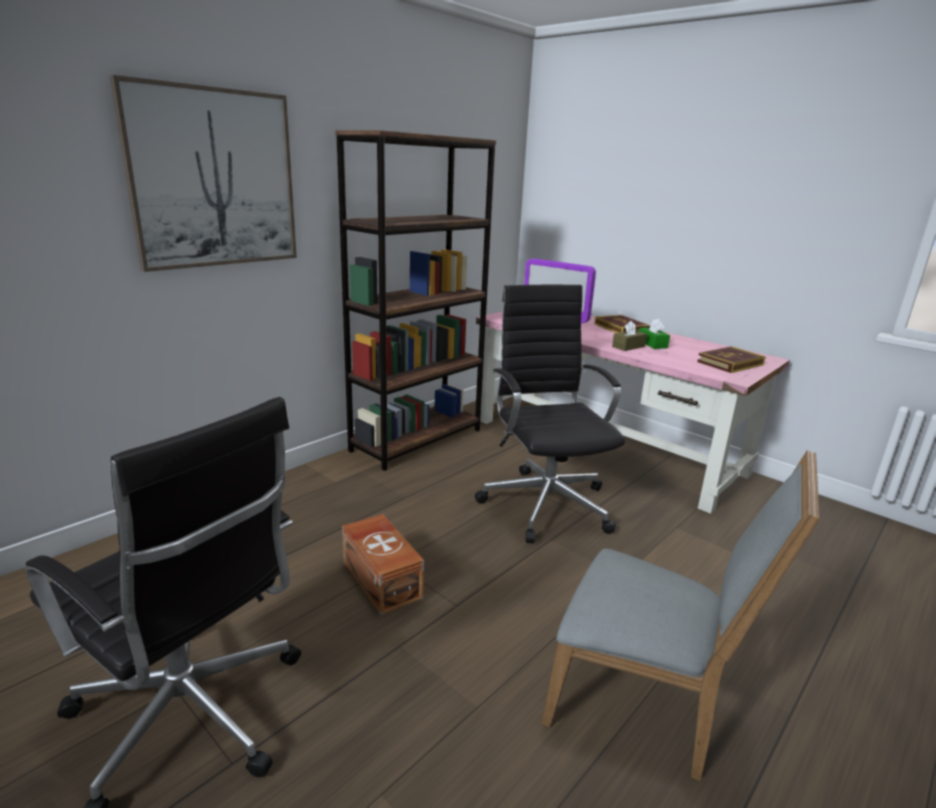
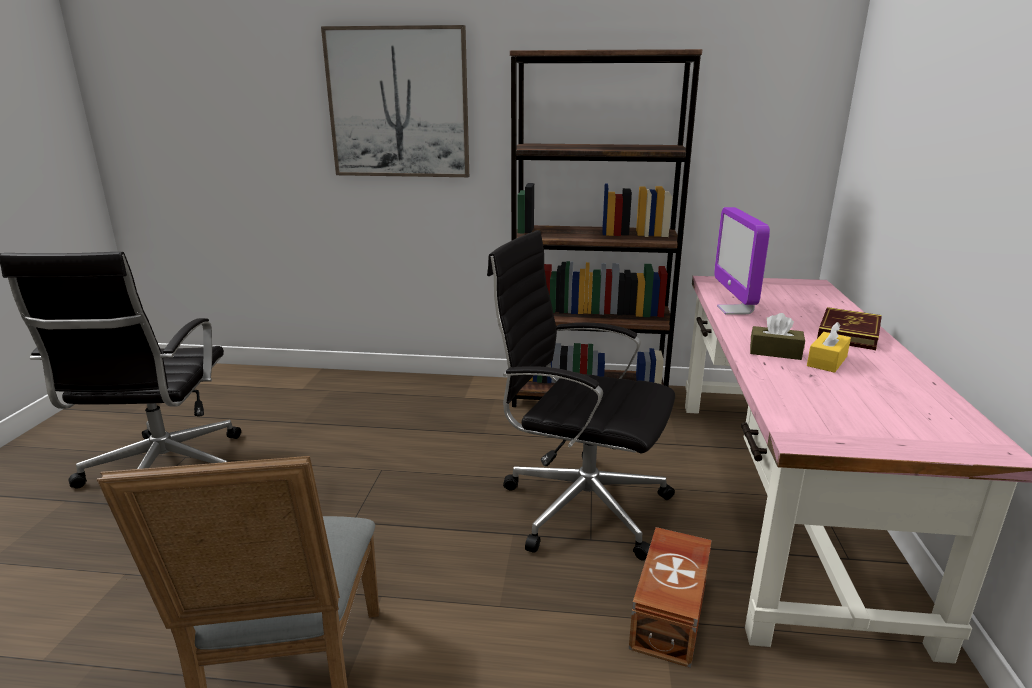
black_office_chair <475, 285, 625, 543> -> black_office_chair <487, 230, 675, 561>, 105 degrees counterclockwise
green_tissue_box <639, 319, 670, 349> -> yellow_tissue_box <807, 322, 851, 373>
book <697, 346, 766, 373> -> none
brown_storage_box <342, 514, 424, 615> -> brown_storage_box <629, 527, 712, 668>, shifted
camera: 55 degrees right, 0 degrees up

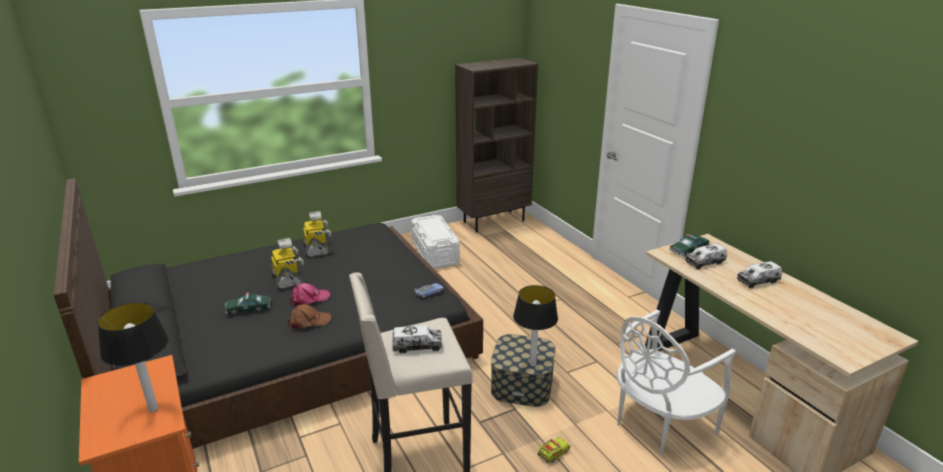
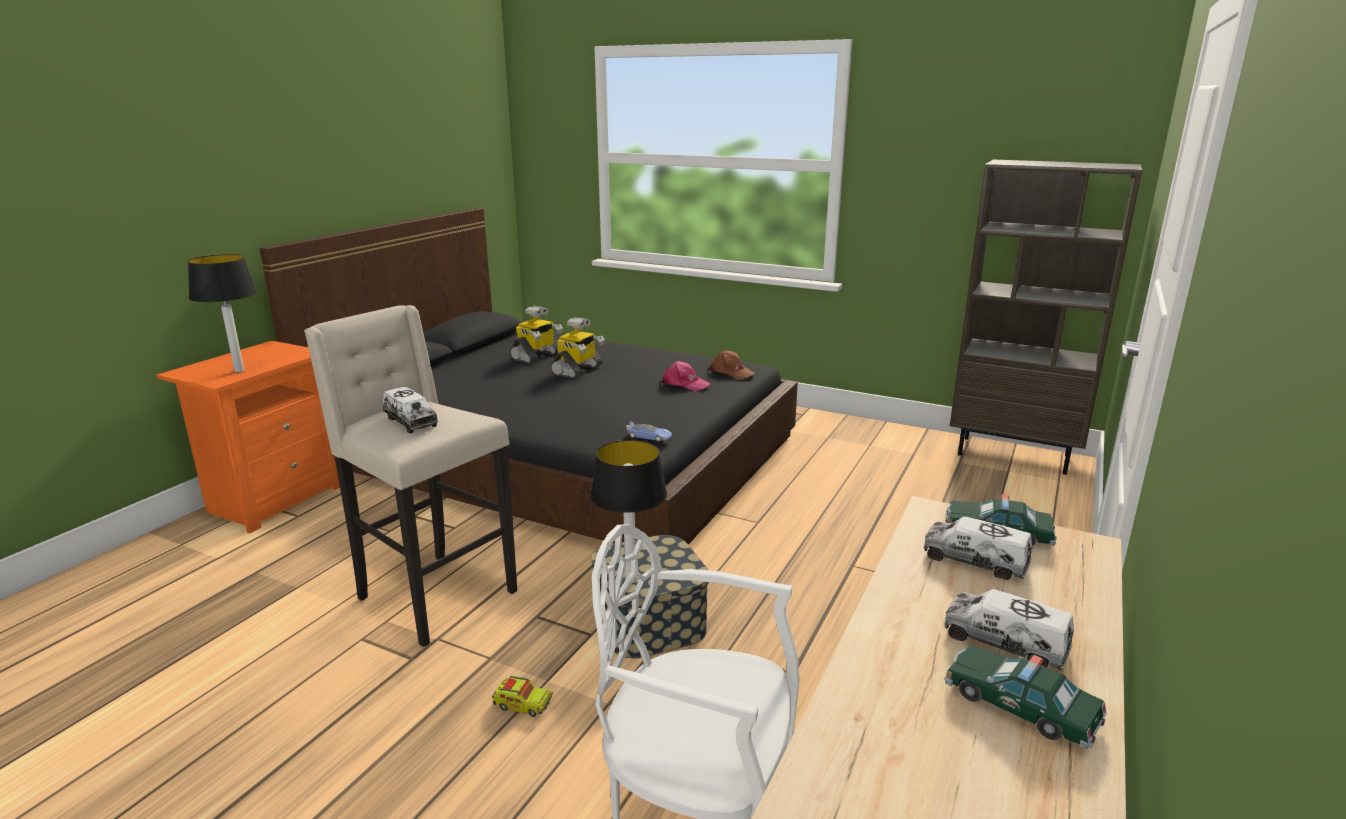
toy_robot <303, 211, 331, 257> -> toy_robot <510, 306, 563, 363>, shifted
white_storage_box <411, 215, 460, 269> -> none
pink_cap <290, 283, 330, 307> -> pink_cap <661, 361, 710, 391>, shifted
toy_car <225, 293, 271, 315> -> toy_car <945, 645, 1107, 749>, shifted
brown_cap <288, 304, 331, 330> -> brown_cap <708, 350, 755, 380>, shifted
camera: 55 degrees right, 5 degrees down

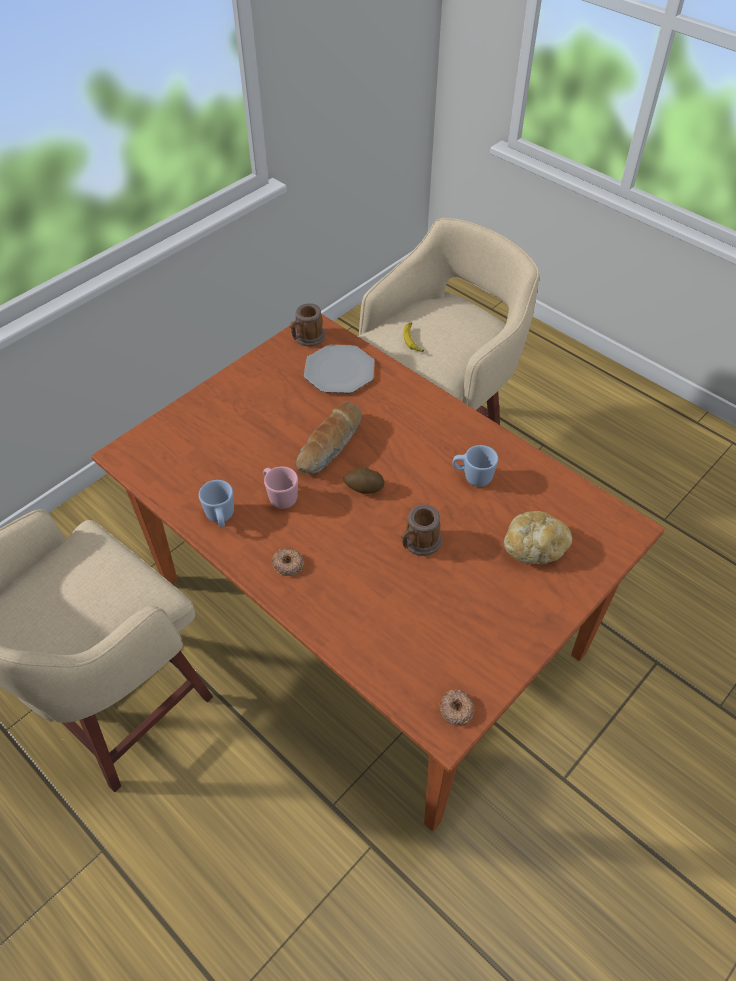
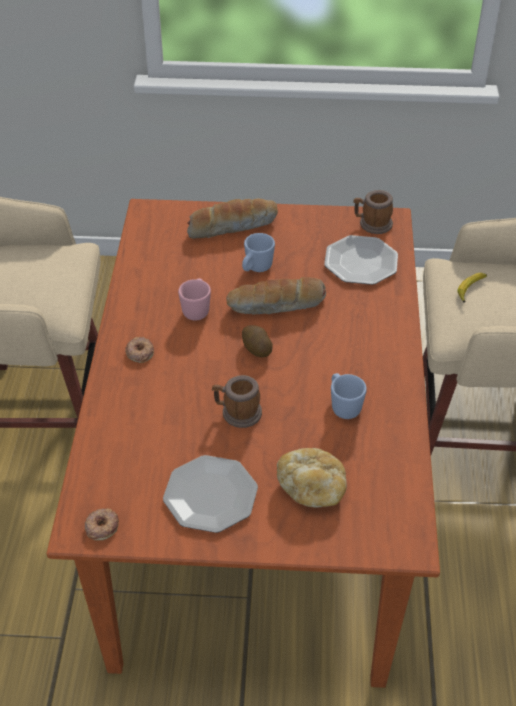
blue_mug <199, 480, 234, 527> -> blue_mug <242, 233, 275, 272>, shifted
none -> bread <187, 198, 278, 239>
none -> plate <163, 455, 258, 533>
camera: 50 degrees right, 5 degrees down

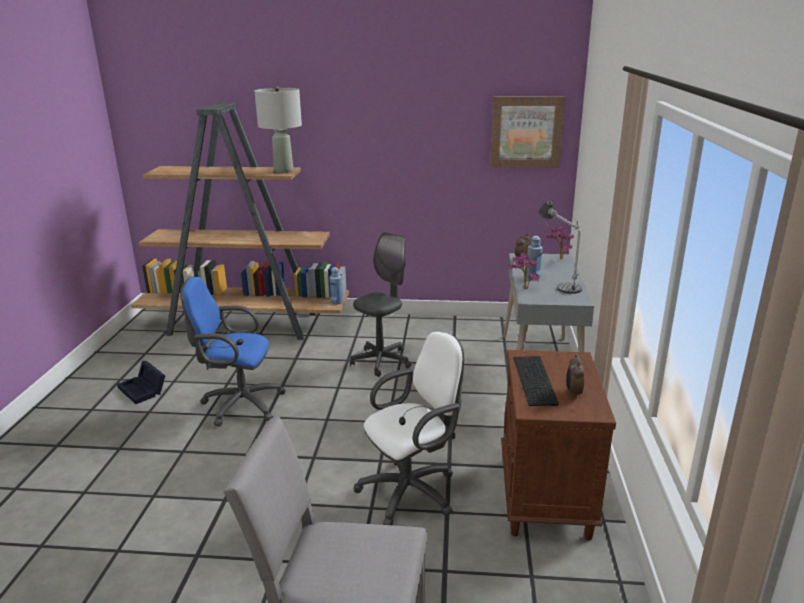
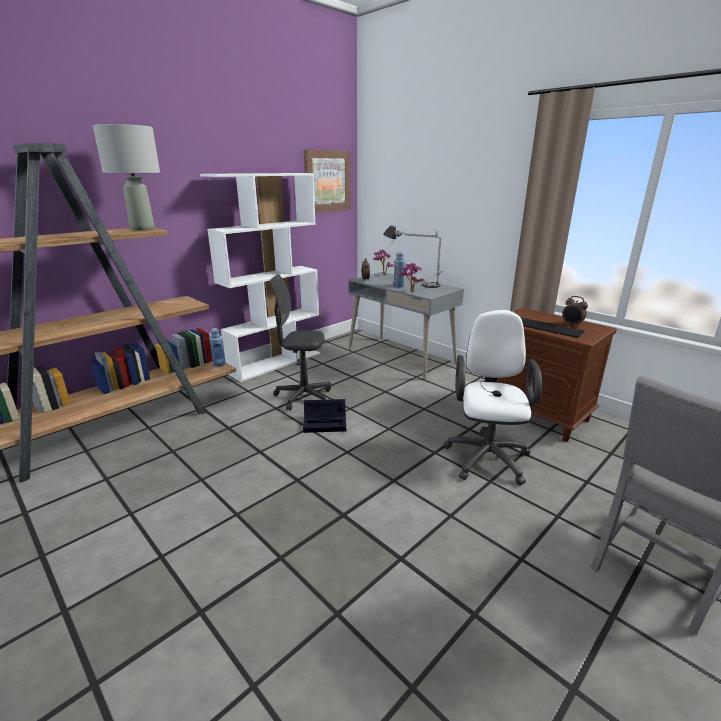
grey_office_chair <350, 232, 411, 377> -> grey_office_chair <270, 274, 331, 411>, 75 degrees counterclockwise
blue_office_chair <180, 277, 286, 426> -> none
black_storage_box <117, 361, 165, 404> -> black_storage_box <303, 399, 346, 433>, shifted
none -> white_bookcase <200, 173, 321, 382>
camera: 50 degrees left, 0 degrees up

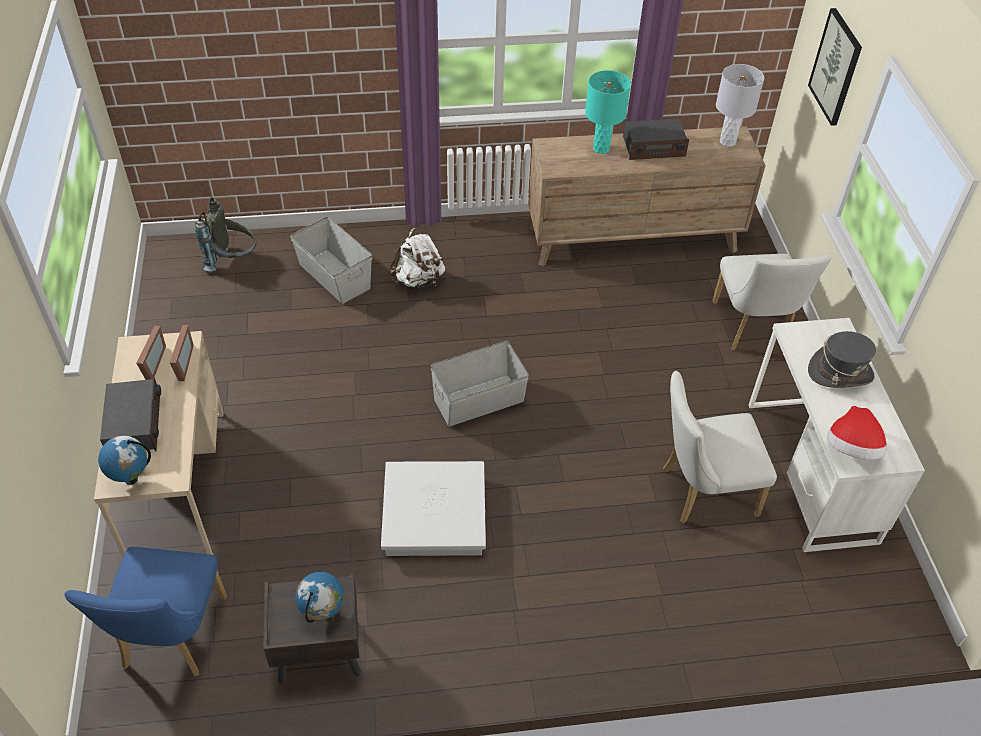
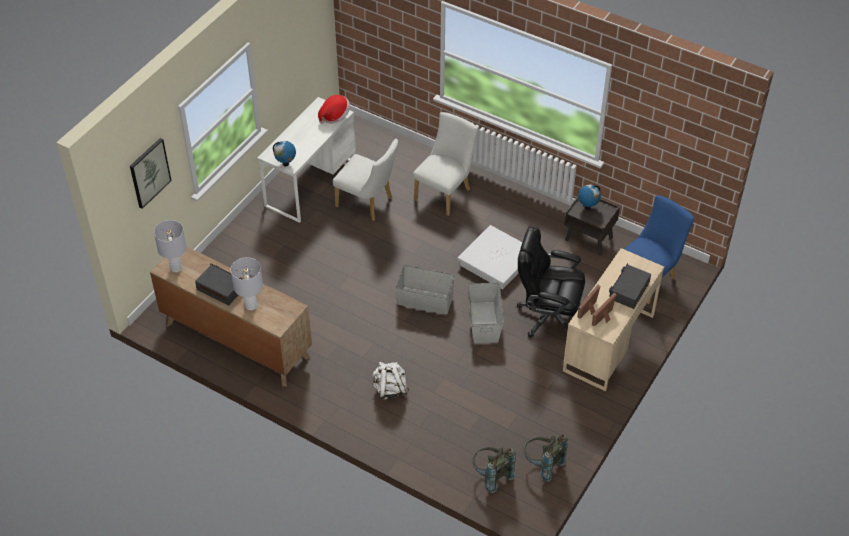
turquoise_table_lamp <585, 70, 631, 154> -> grey_table_lamp <231, 257, 263, 310>
grey_storage_box <290, 217, 372, 304> -> grey_storage_box <467, 283, 504, 343>, shifted
white_chair <713, 254, 832, 350> -> white_chair <413, 112, 478, 216>, shifted
grey_hat <808, 331, 878, 388> -> none
globe <98, 436, 151, 485> -> globe <273, 141, 296, 166>, shifted
none -> black_office_chair <517, 227, 585, 338>
none -> grey_backpack <524, 434, 568, 482>
camera: 140 degrees left, 0 degrees up

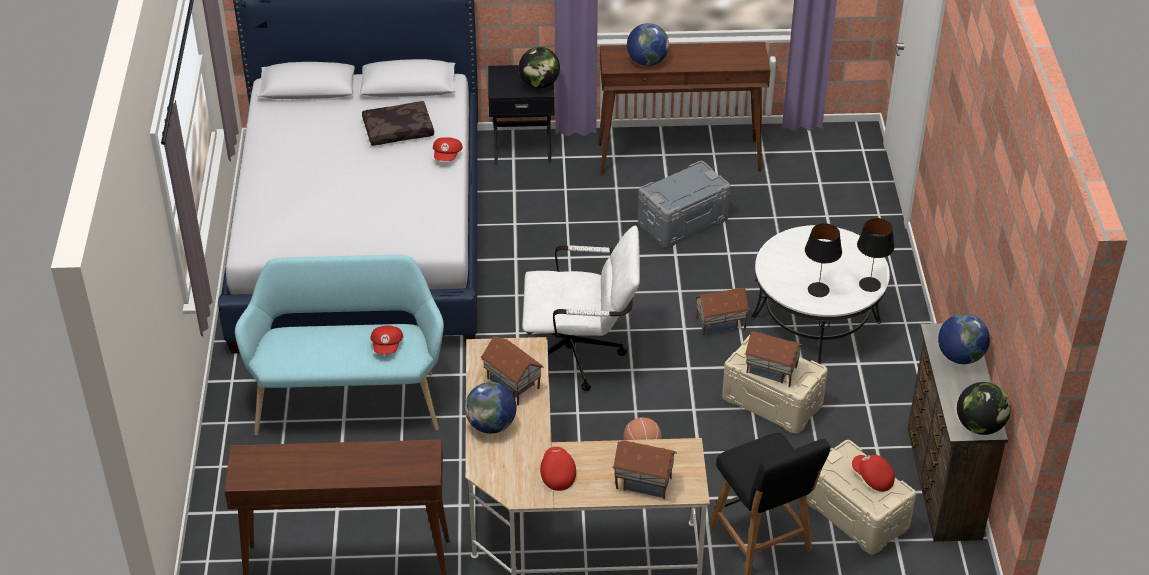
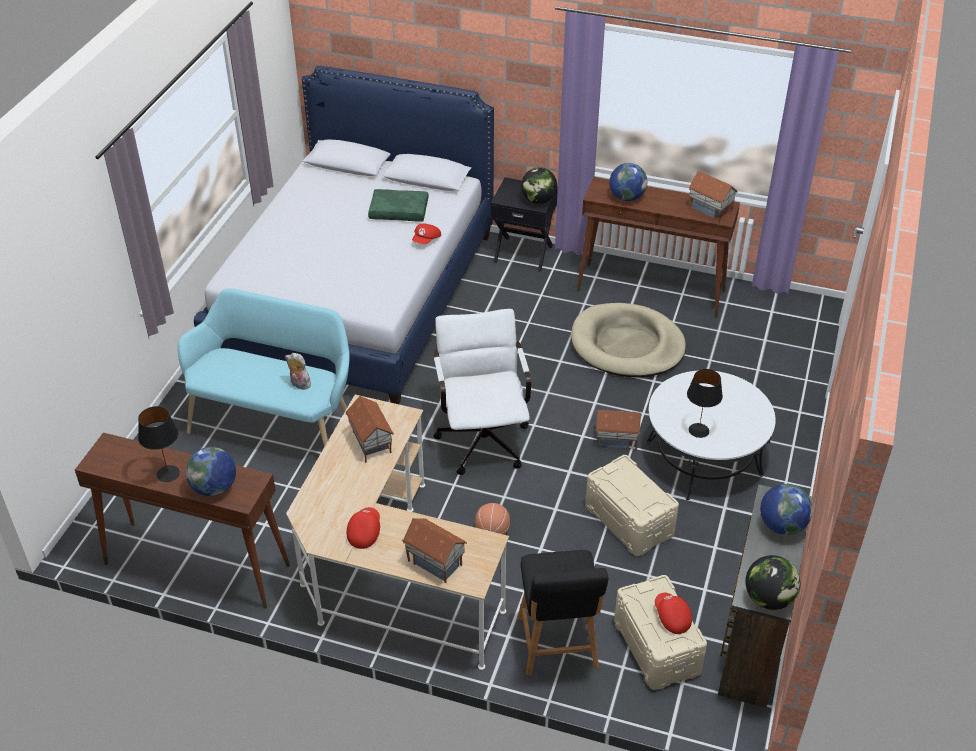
brown_pillow <362, 101, 434, 146> -> green_pillow <368, 189, 429, 222>
grey_storage_box <638, 161, 730, 248> -> beige_dog_bed <571, 303, 686, 378>
black_table_lamp <857, 218, 894, 292> -> black_table_lamp <138, 406, 180, 482>, shifted
white_office_chair <522, 225, 640, 391> -> white_office_chair <433, 309, 531, 475>, 120 degrees counterclockwise
red_cap <370, 325, 403, 354> -> plush_toy <285, 353, 311, 390>
toy_house <745, 331, 803, 387> -> toy_house <688, 171, 738, 222>, shifted
globe <465, 382, 517, 434> -> globe <186, 447, 236, 496>, shifted
camera: 20 degrees right, 0 degrees up

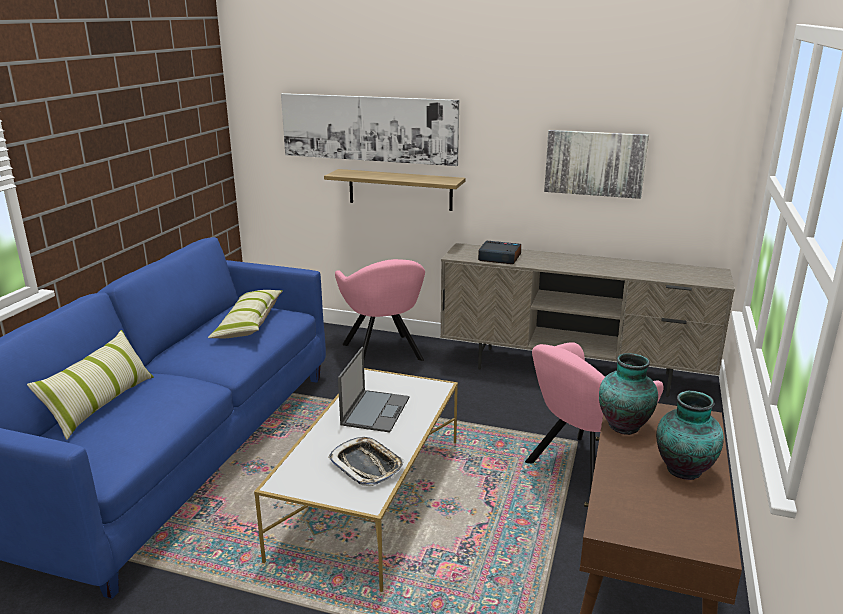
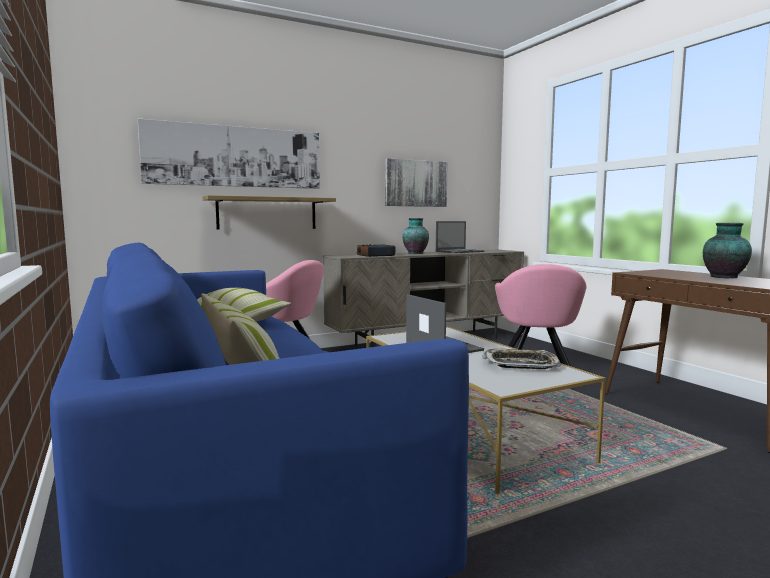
vase <599, 353, 658, 435> -> vase <403, 218, 429, 254>, shifted
none -> laptop <436, 221, 484, 253>
camera: 45 degrees left, 15 degrees down

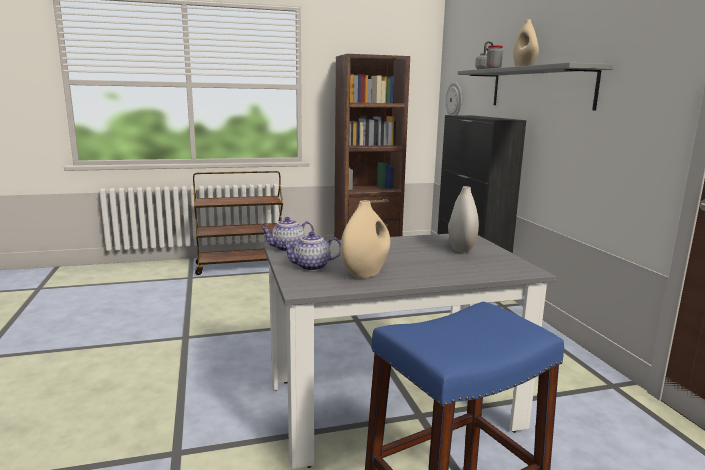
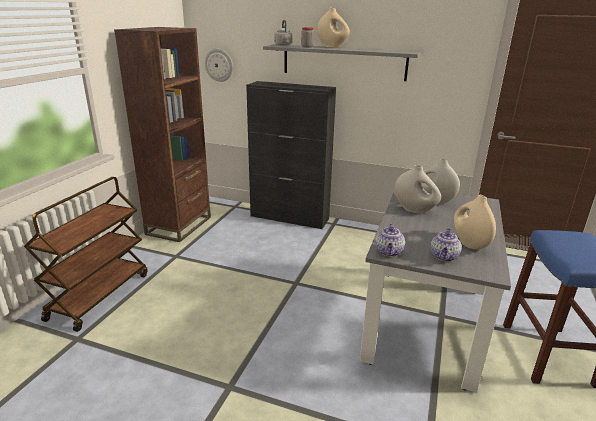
none -> white_vase <395, 165, 441, 214>
camera: 55 degrees left, 10 degrees up

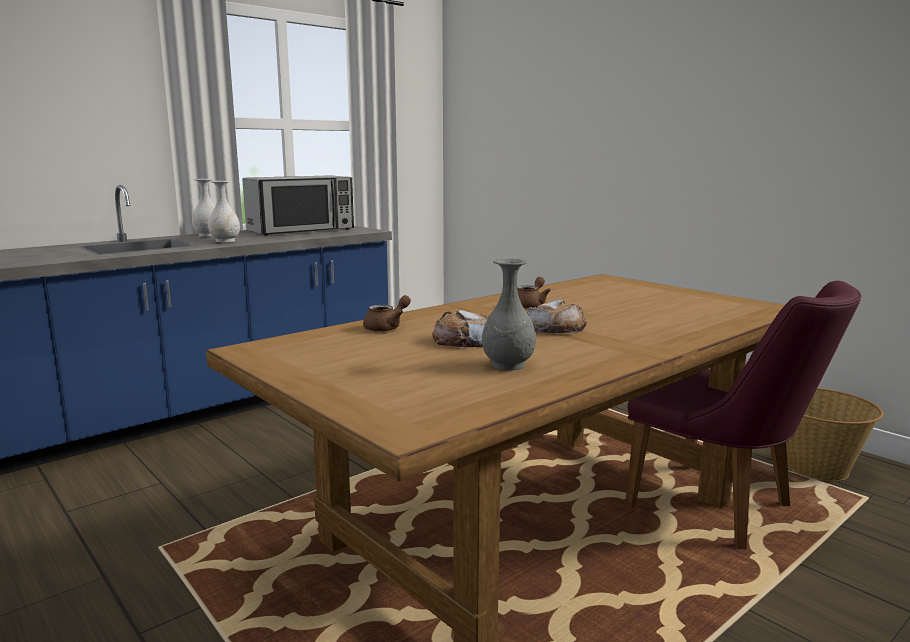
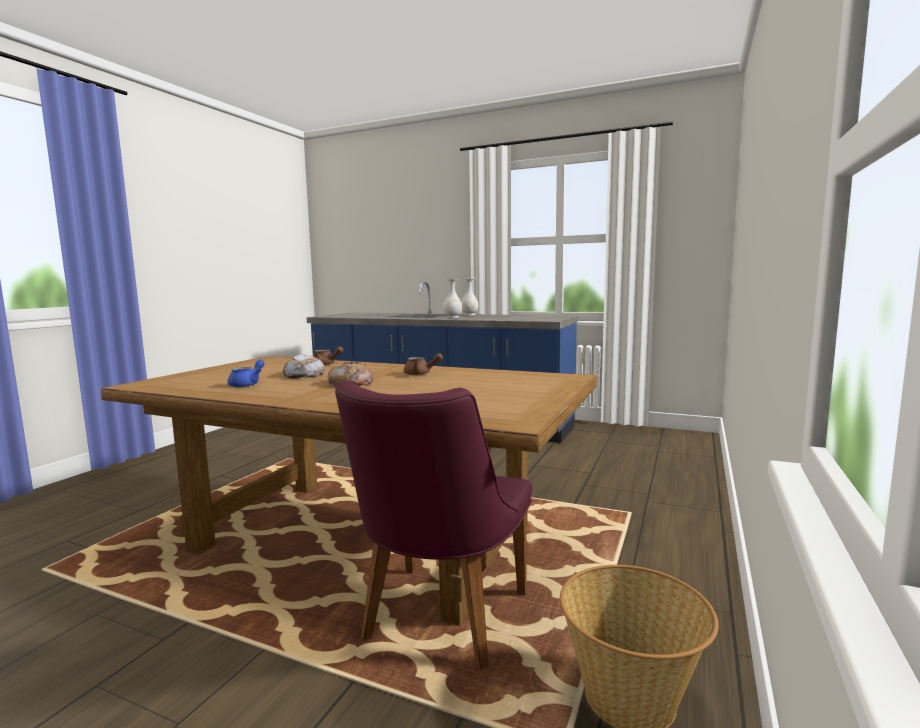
microwave <242, 175, 354, 236> -> none
grey_vase <482, 258, 536, 370> -> blue_teapot <227, 359, 265, 387>
camera: 65 degrees right, 5 degrees down

